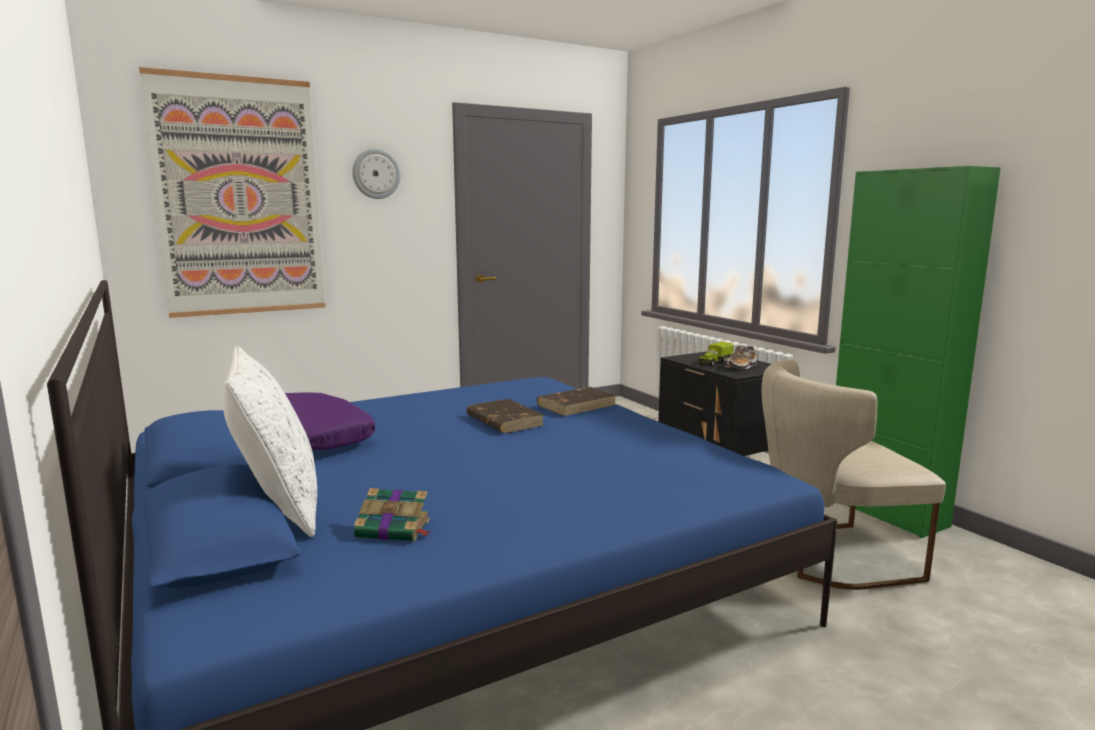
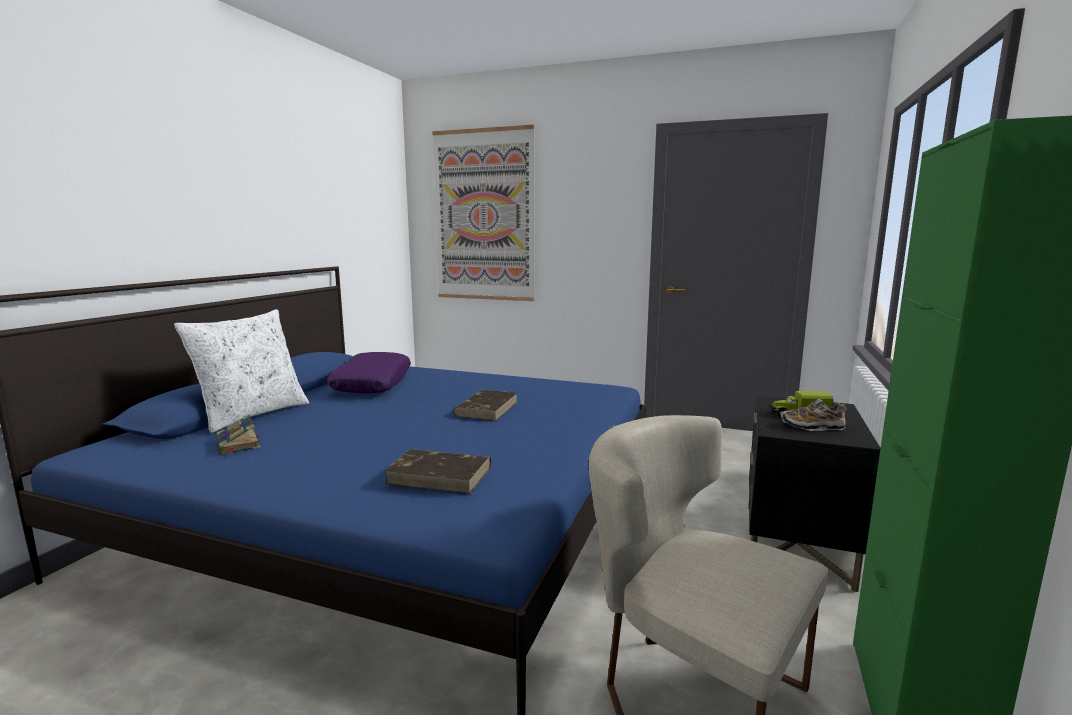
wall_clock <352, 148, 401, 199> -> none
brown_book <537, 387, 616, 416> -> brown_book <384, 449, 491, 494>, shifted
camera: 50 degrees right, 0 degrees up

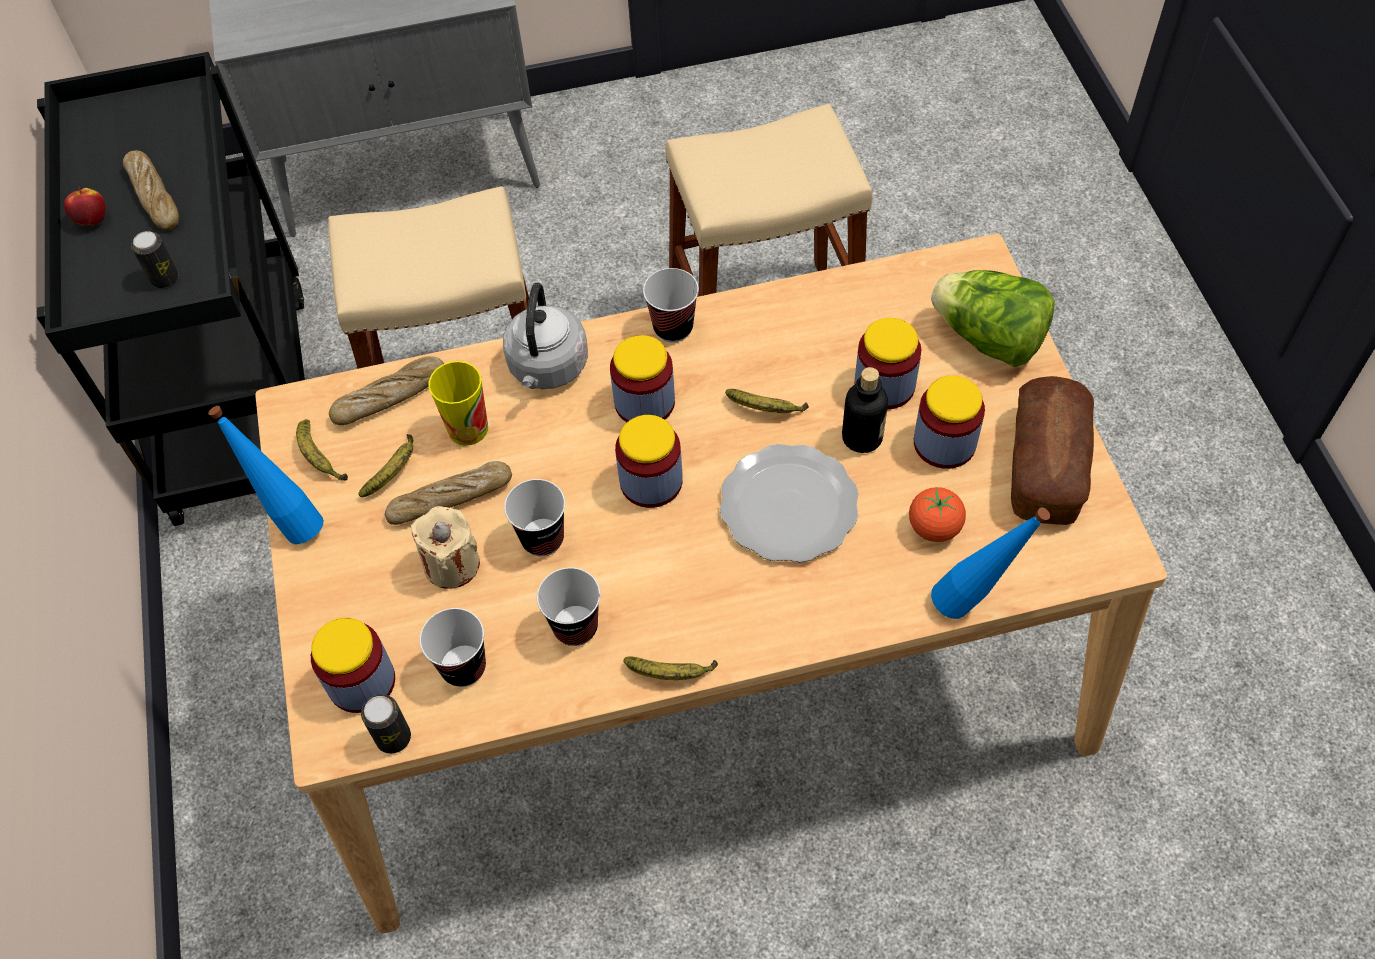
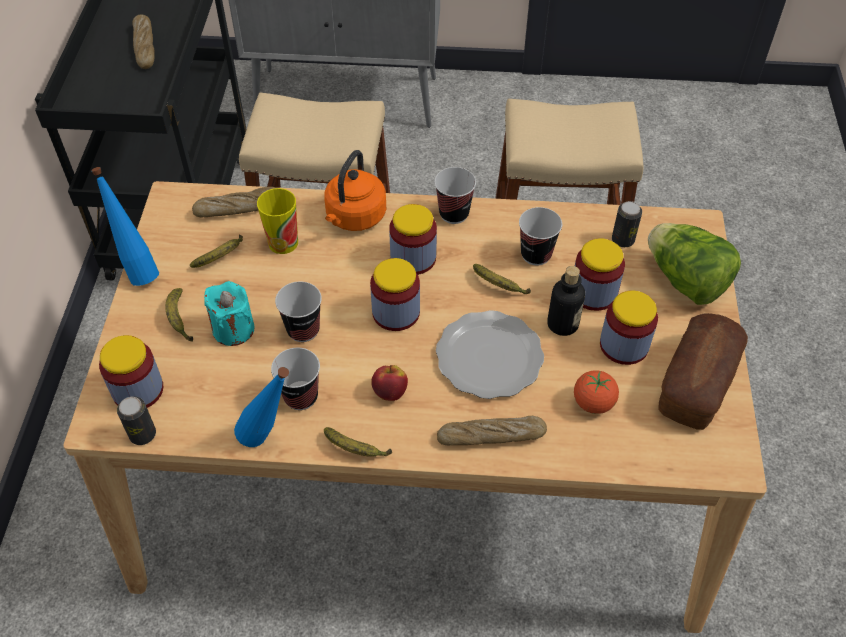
apple <64, 187, 106, 226> -> apple <371, 365, 408, 401>, shifted
can <131, 231, 178, 288> -> can <612, 201, 642, 247>, shifted
grey_kettle <503, 283, 588, 389> -> orange_kettle <324, 150, 386, 231>
banana <296, 419, 348, 481> -> banana <166, 288, 193, 342>, shifted
bread <385, 461, 512, 525> -> bread <437, 416, 547, 445>, shifted
beige_candle <411, 506, 480, 589> -> turquoise_candle <204, 281, 254, 346>
blue_bottle <931, 508, 1050, 619> -> blue_bottle <234, 367, 289, 447>, shifted
cup <420, 608, 486, 687> -> cup <519, 207, 562, 266>, shifted
camera: 15 degrees right, 5 degrees down

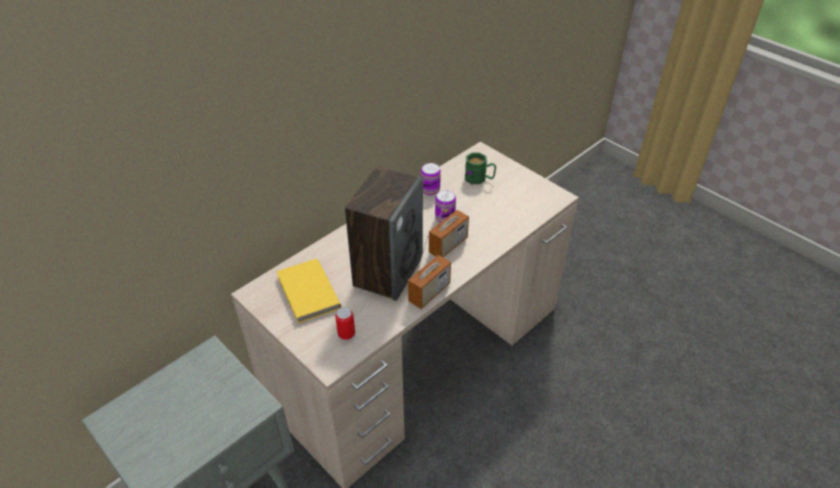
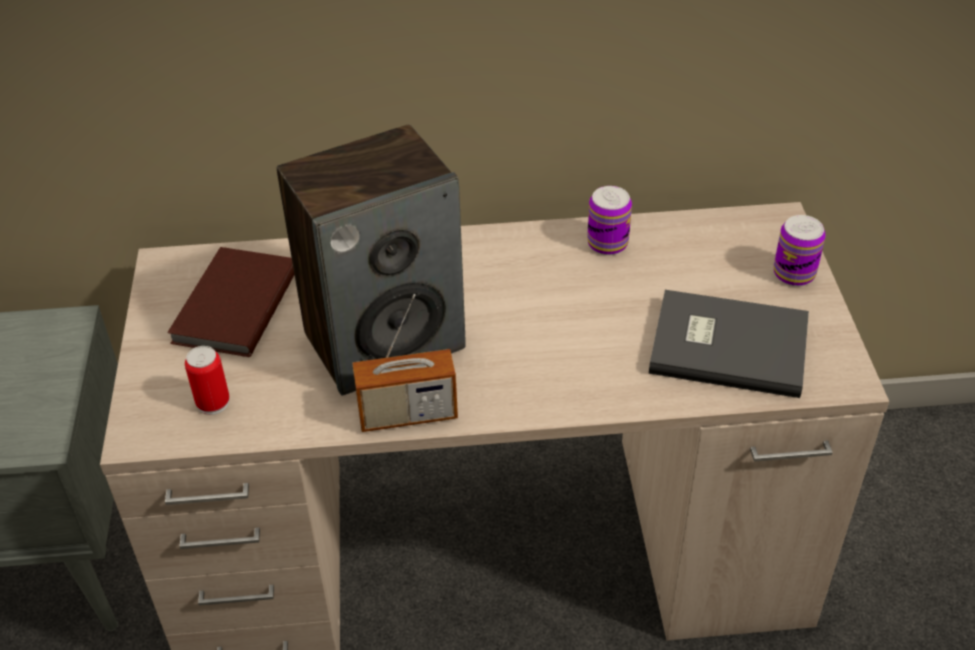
green_mug <465, 152, 496, 184> -> none
radio <429, 190, 469, 257> -> none
can <435, 190, 456, 222> -> can <774, 215, 826, 286>, shifted
yellow_book <276, 259, 341, 323> -> brown_book <167, 247, 294, 357>
none -> grey_book <649, 290, 809, 398>
camera: 40 degrees right, 0 degrees up

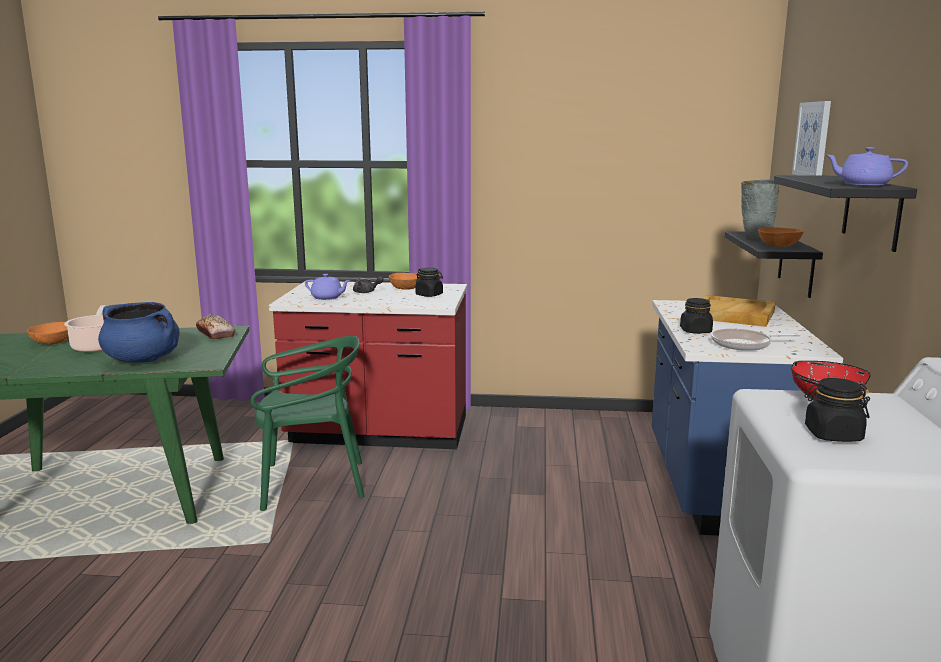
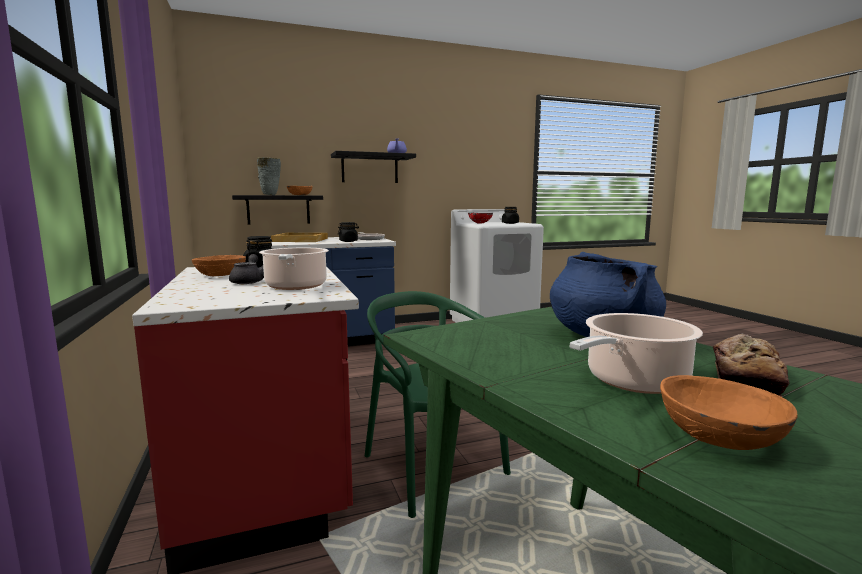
picture <792, 101, 831, 176> -> none
purple_teapot <305, 274, 351, 300> -> cooking_pot <259, 248, 329, 290>
bread <196, 314, 235, 340> -> bread <713, 333, 790, 397>, shifted
camera: 115 degrees left, 5 degrees down

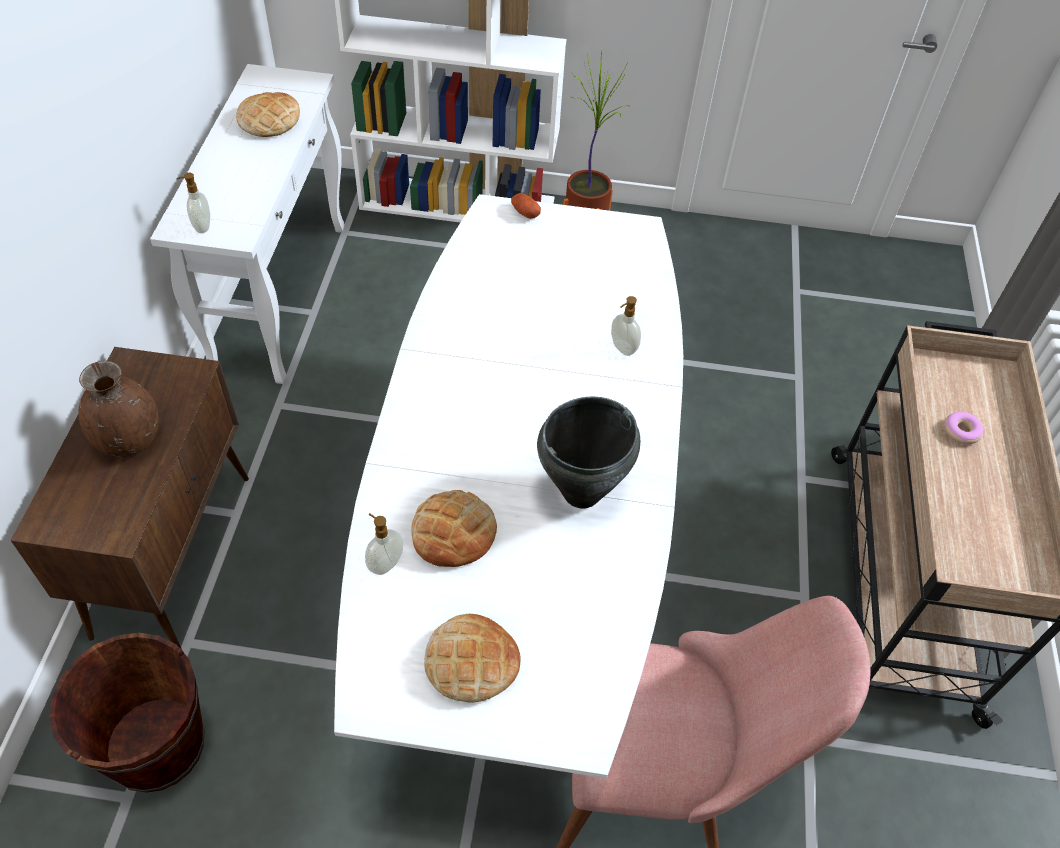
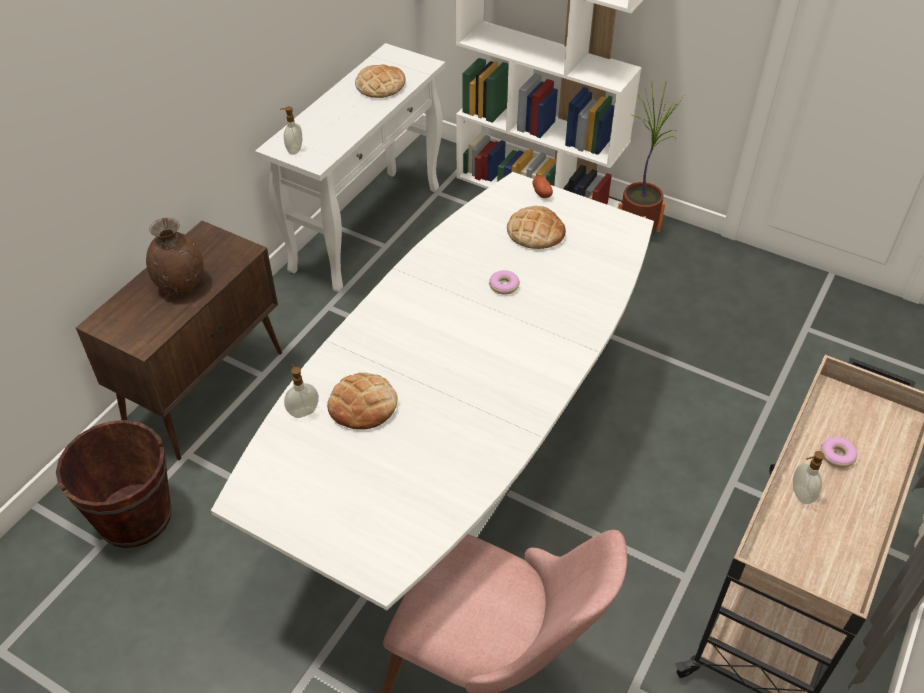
soap_dispenser <611, 296, 641, 356> -> soap_dispenser <793, 451, 825, 504>, shifted
black_cooking_pot <537, 397, 640, 508> -> none
bread <424, 614, 520, 703> -> bread <507, 206, 566, 249>, shifted
none -> donut <489, 270, 520, 295>
camera: 25 degrees right, 5 degrees down

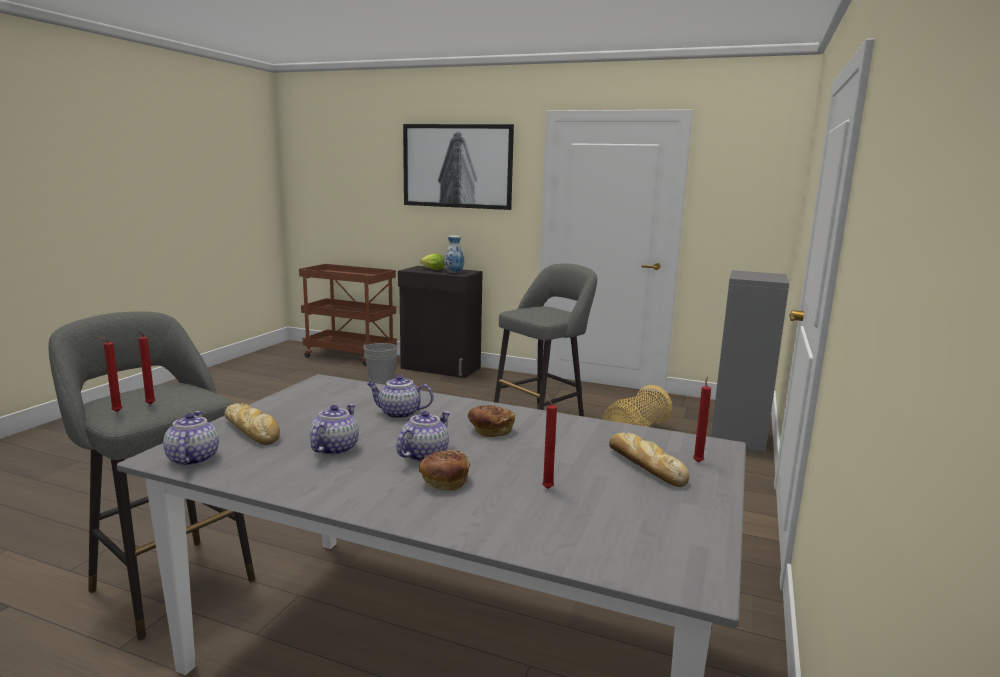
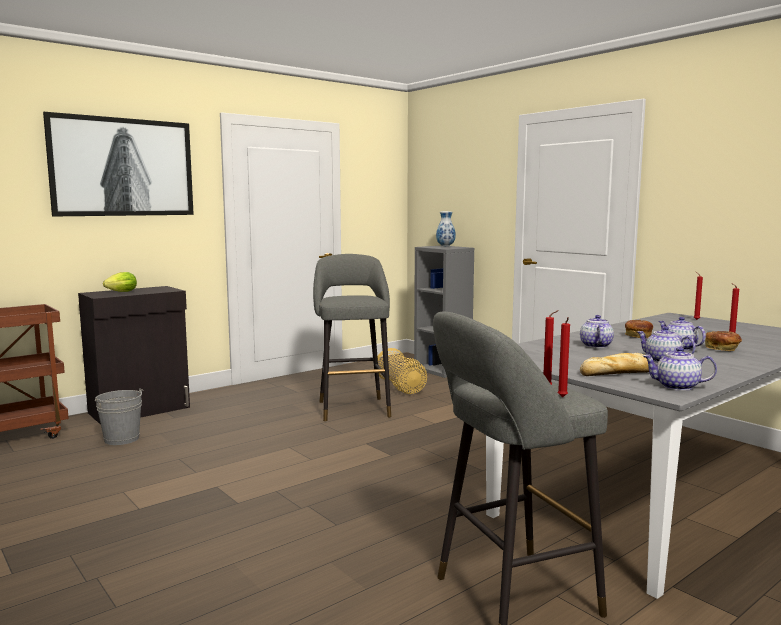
vase <444, 235, 464, 273> -> vase <436, 211, 456, 246>, shifted
teapot <367, 375, 433, 419> -> teapot <580, 315, 614, 348>, 150 degrees clockwise
bread <609, 433, 689, 487> -> none
camera: 60 degrees left, 5 degrees down

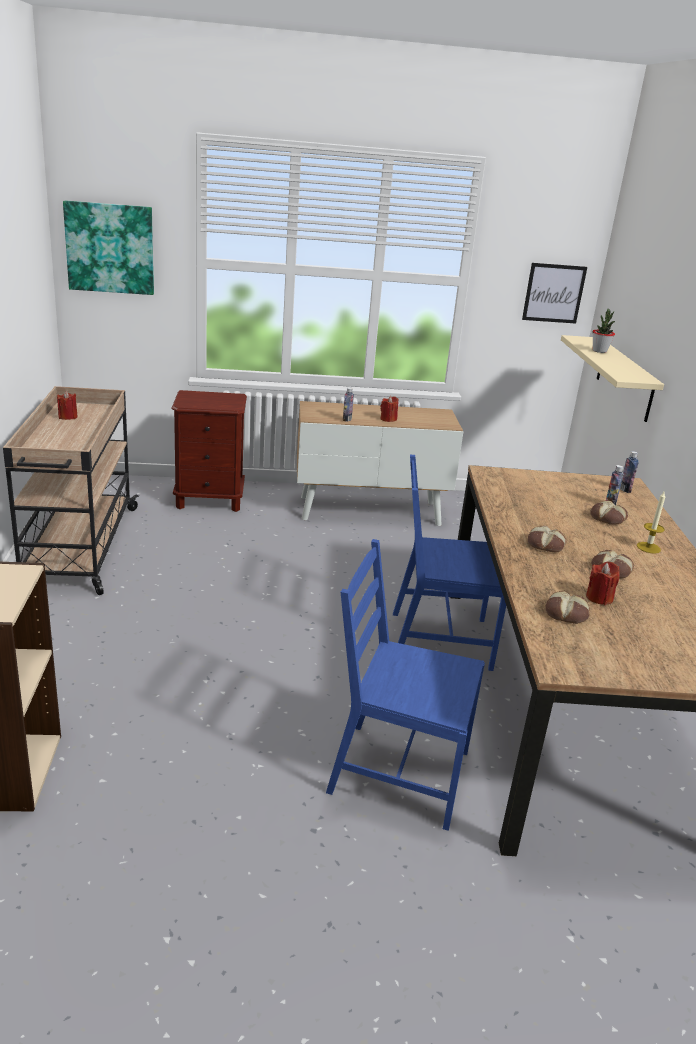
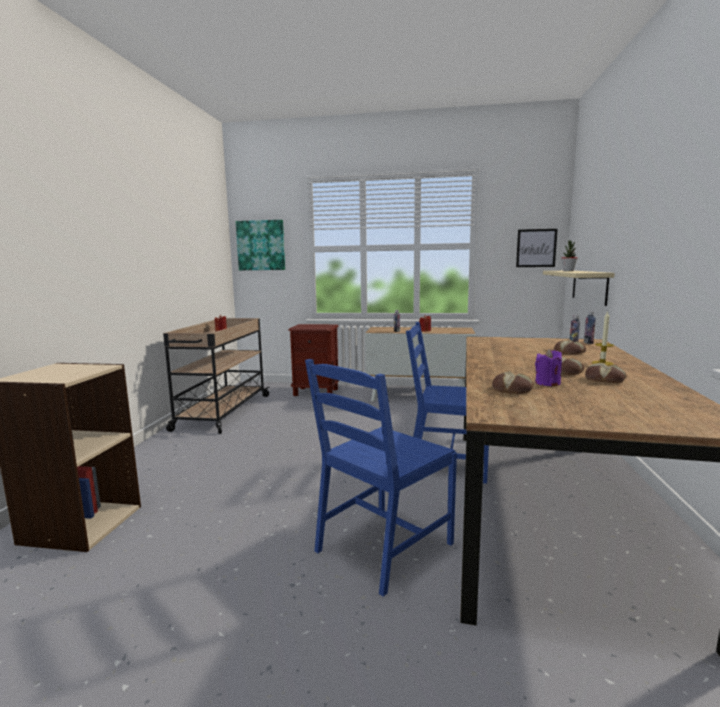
bread <528, 526, 567, 552> -> bread <585, 363, 627, 383>, shifted
blue_chair <326, 539, 485, 831> -> blue_chair <305, 359, 457, 597>, 75 degrees counterclockwise
red_candle <586, 561, 620, 605> -> purple_candle <535, 349, 562, 386>
camera: 15 degrees right, 15 degrees down

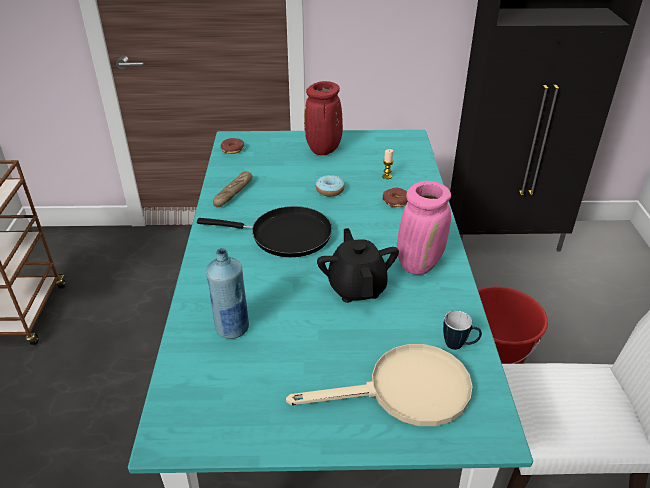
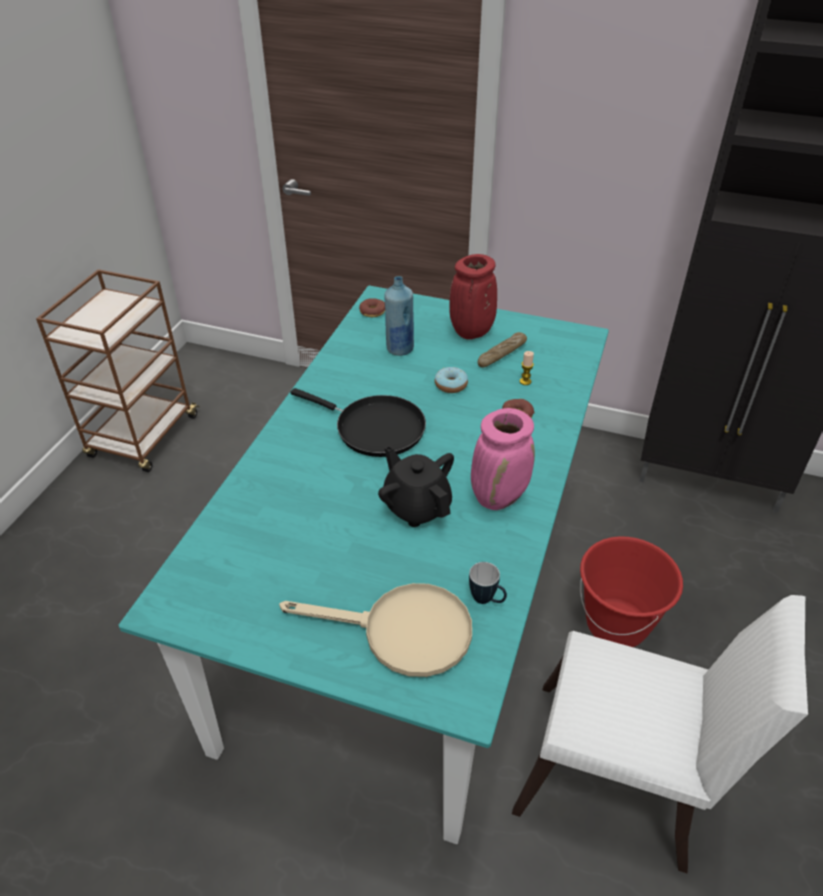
bread <213, 171, 252, 207> -> bread <477, 332, 527, 368>, shifted
black_teapot <317, 228, 399, 303> -> black_teapot <378, 446, 454, 527>, 45 degrees counterclockwise
blue_bottle <206, 248, 249, 339> -> blue_bottle <384, 276, 414, 356>, shifted
camera: 20 degrees right, 5 degrees up

